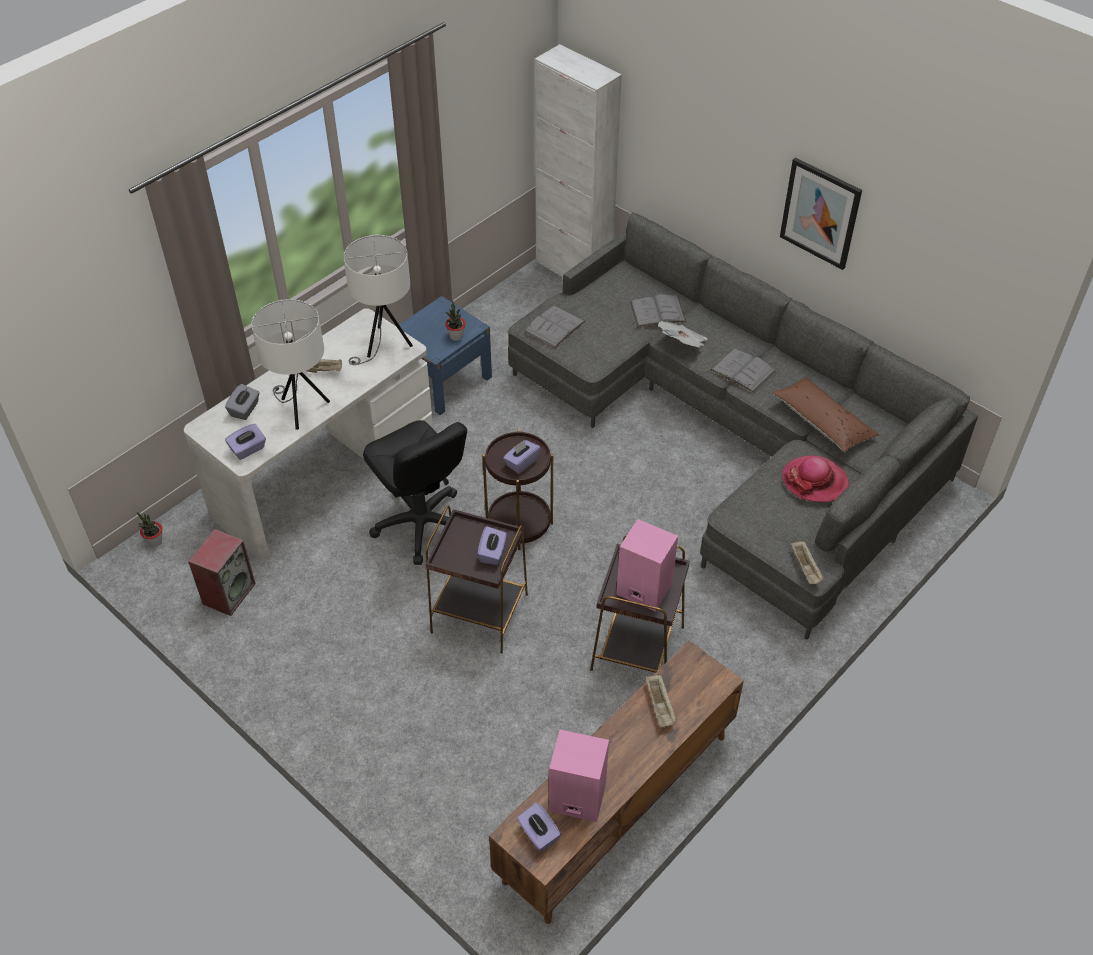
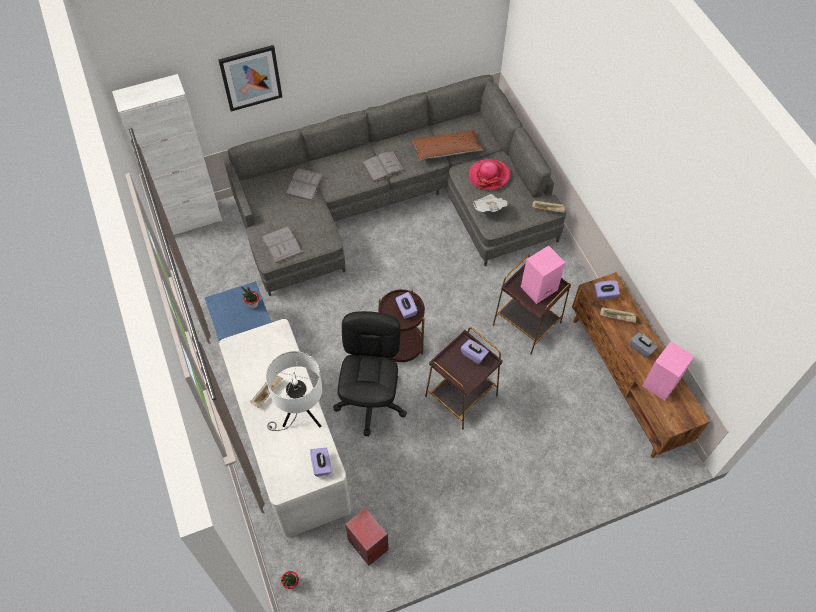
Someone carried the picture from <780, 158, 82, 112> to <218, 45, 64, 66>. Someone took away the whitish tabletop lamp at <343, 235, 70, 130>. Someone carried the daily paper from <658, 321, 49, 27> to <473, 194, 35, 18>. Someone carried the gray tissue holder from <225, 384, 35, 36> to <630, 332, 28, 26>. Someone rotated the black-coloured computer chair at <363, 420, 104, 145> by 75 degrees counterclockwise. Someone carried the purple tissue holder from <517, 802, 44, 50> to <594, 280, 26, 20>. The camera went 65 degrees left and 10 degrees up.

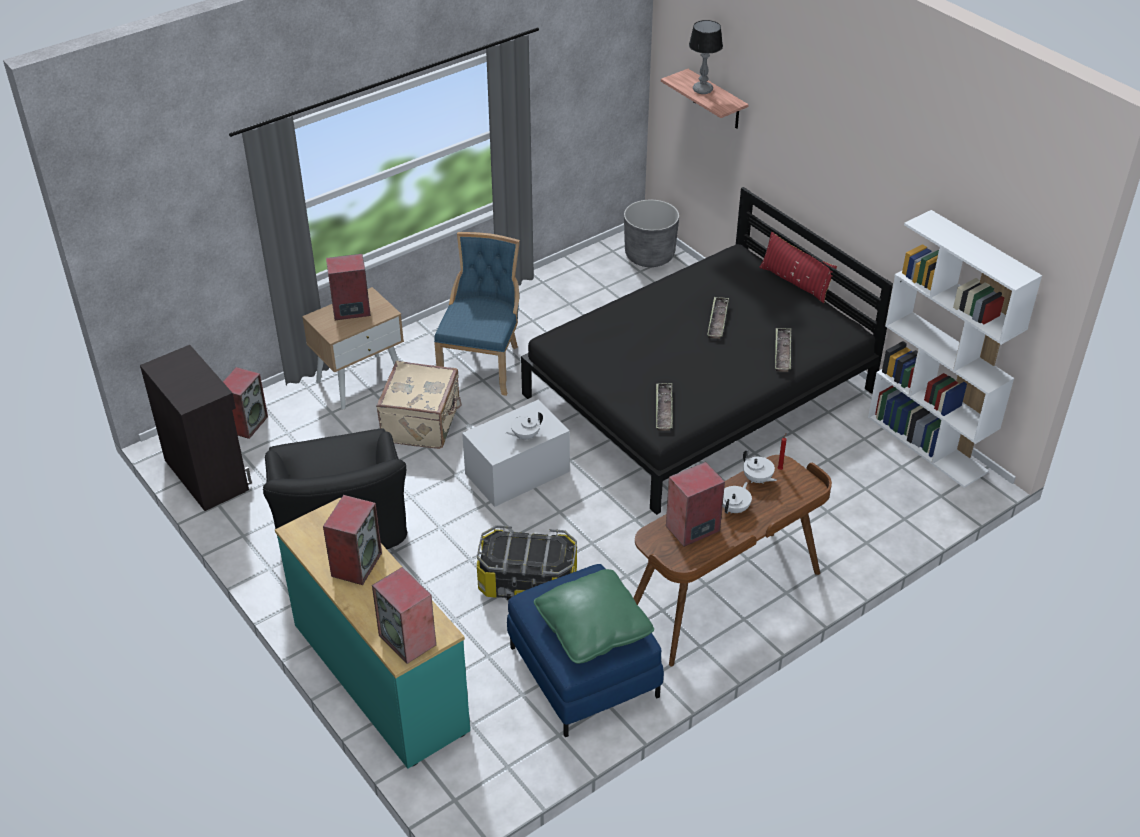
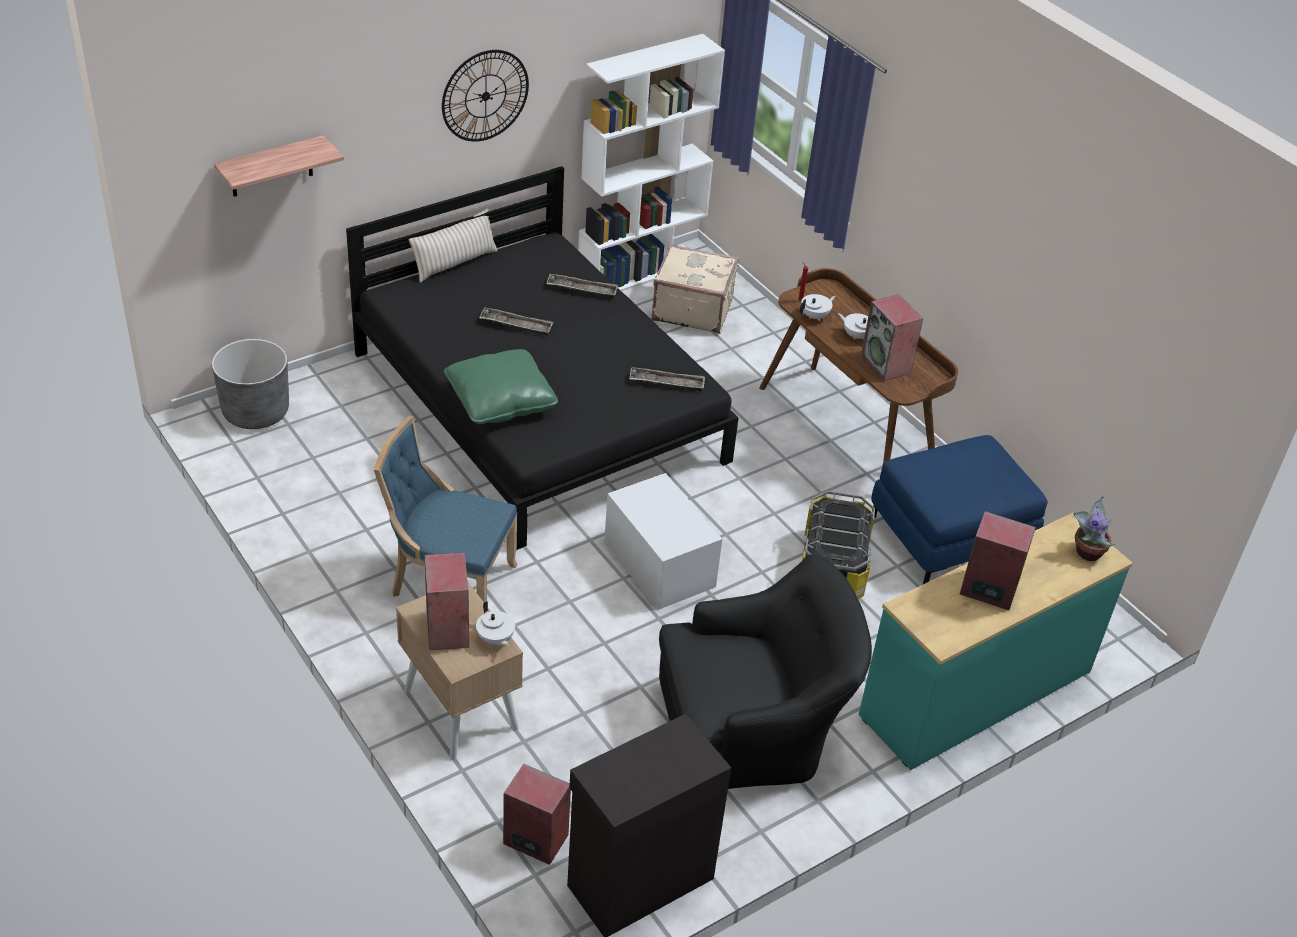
Someone took away the tabletop lamp at <689, 20, 34, 74>. Someone repainted the red-coloured pillow at <759, 232, 78, 71>, which became the beige pillow at <409, 208, 89, 75>. Someone carried the beige suitcase from <376, 361, 86, 88> to <652, 244, 87, 90>. Someone carried the whitish tea pot from <506, 412, 37, 28> to <476, 601, 39, 45>. Someone swapped the audio speaker at <372, 567, 64, 97> for the houseplant at <1073, 496, 42, 65>. Someone carried the green pillow from <534, 569, 120, 95> to <444, 349, 114, 75>. Someone put up the wall clock at <442, 50, 87, 91>. The camera went 90 degrees left and 0 degrees up.

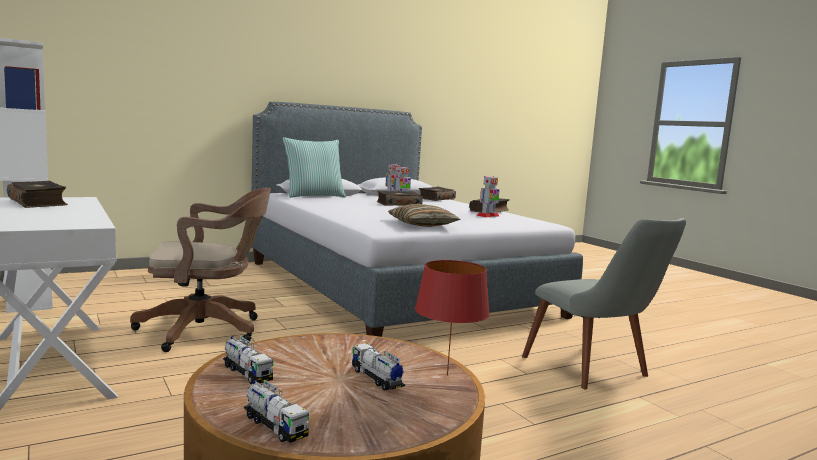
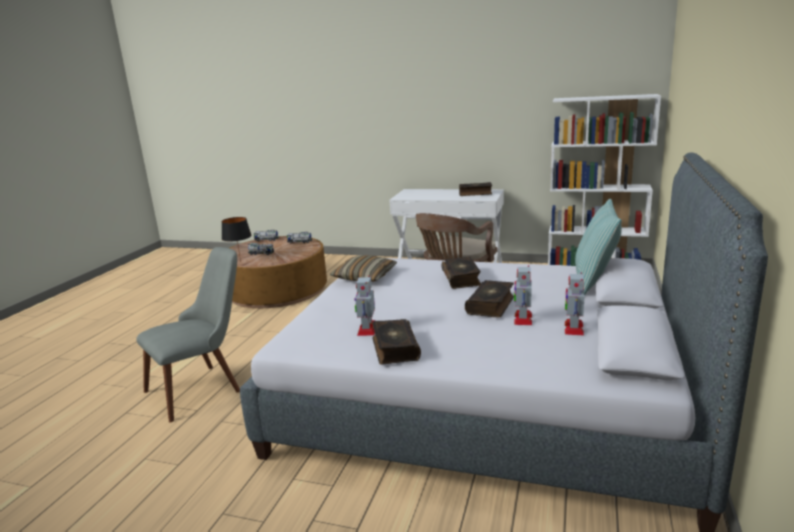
Someone carried the book from <419, 187, 37, 14> to <442, 257, 39, 32>. Someone rotated the gray plain chair at <522, 218, 164, 171> by 120 degrees clockwise. Someone repainted the red-coloured tabletop lamp at <415, 260, 75, 115>, which became the black-coloured tabletop lamp at <222, 217, 30, 45>. The camera went 140 degrees right and 10 degrees up.

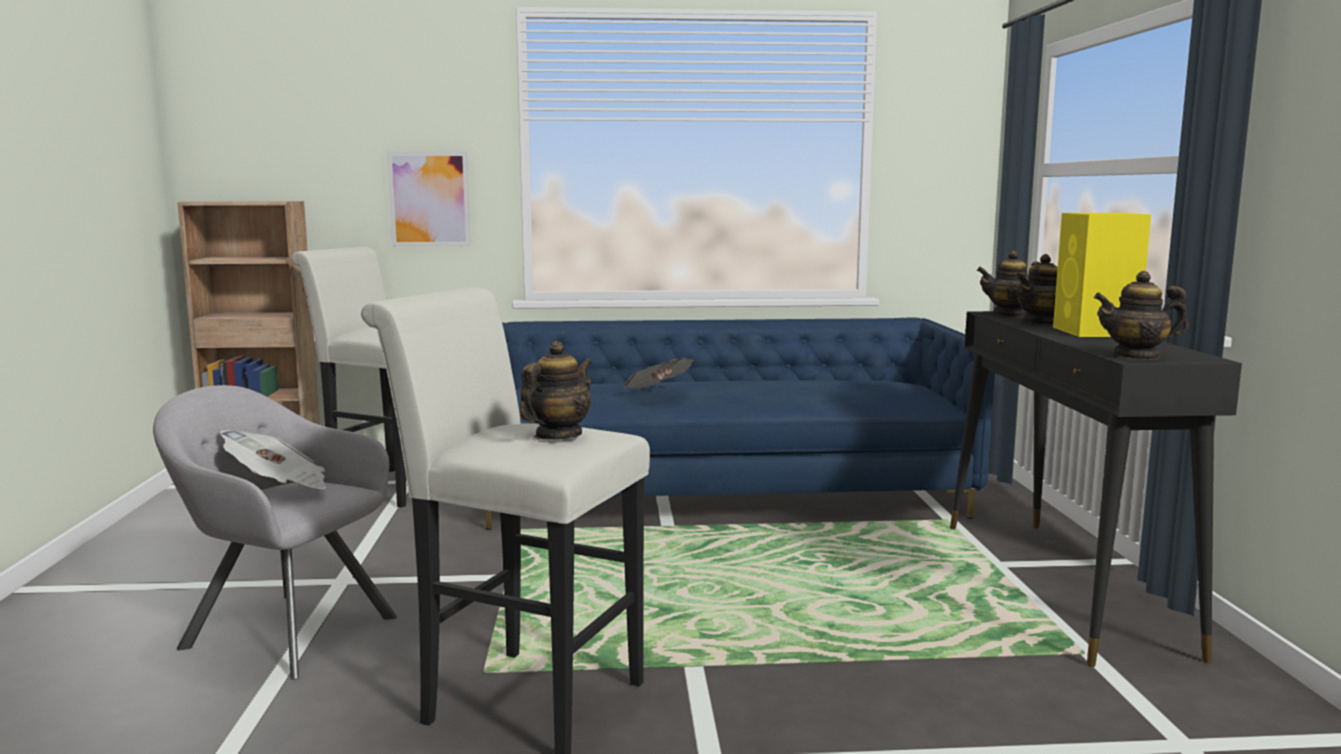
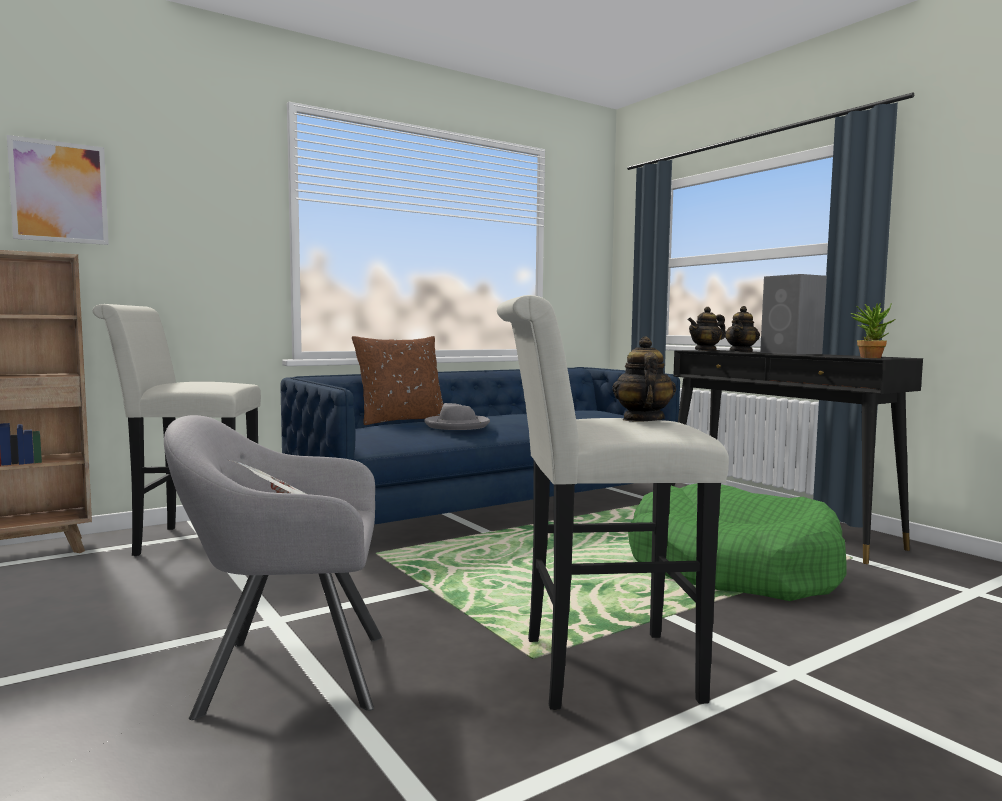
Someone carried the picture from <387, 152, 84, 94> to <7, 135, 102, 110>. Someone repainted the yellowish audio speaker at <1053, 213, 98, 124>, which became the gray audio speaker at <760, 274, 67, 81>. Someone swapped the tea pot at <1094, 271, 95, 89> for the houseplant at <851, 303, 44, 55>. Someone swapped the daily paper at <622, 357, 72, 31> for the gray hat at <424, 403, 66, 27>. Someone put down the brown pillow at <352, 336, 91, 89>. Someone put down the green pet bed at <628, 484, 219, 117>. The camera went 30 degrees left and 5 degrees down.

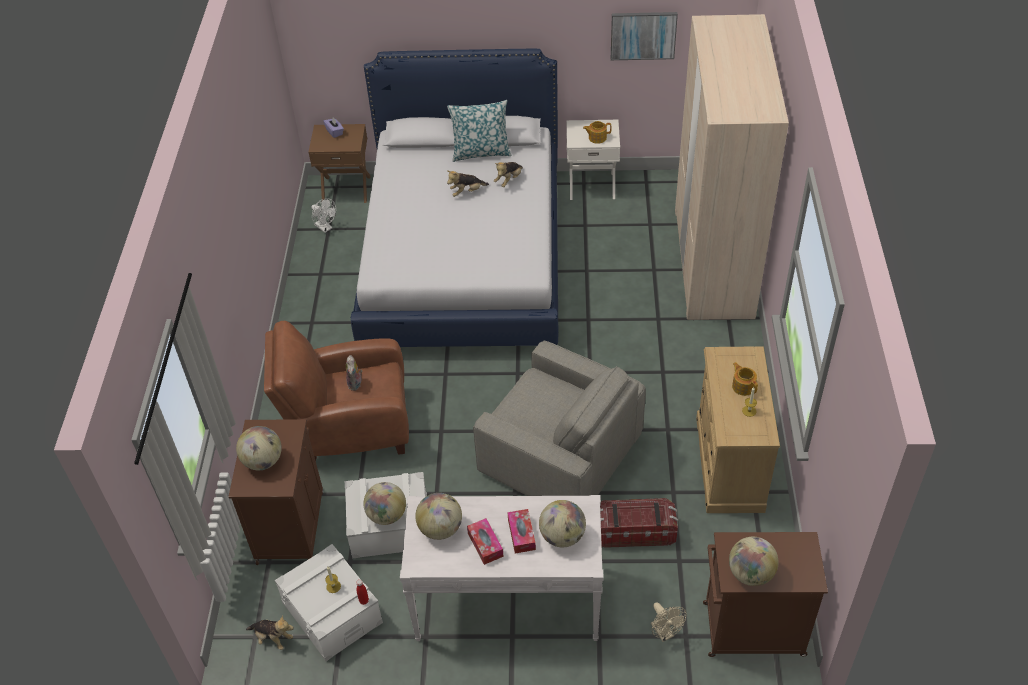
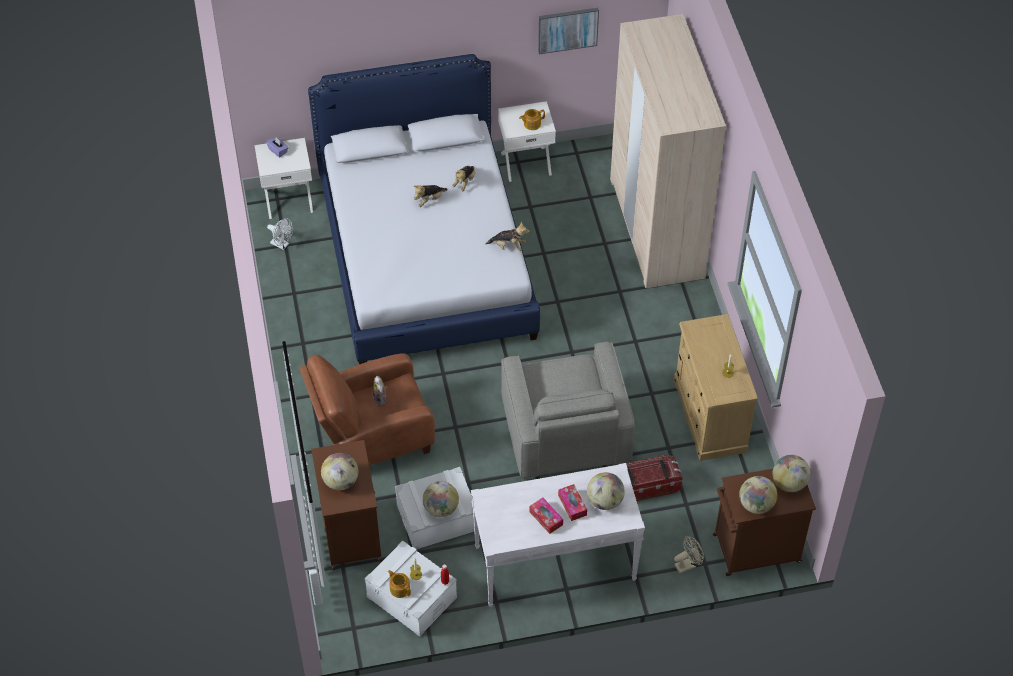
Someone took away the pillow at <447, 100, 64, 62>. Someone repainted the brown night table at <308, 124, 63, 79>, which became the whitish night table at <255, 138, 58, 81>. Someone rotated the gray armchair at <473, 341, 173, 155> by 60 degrees clockwise. Someone carried the tea pot from <732, 362, 26, 34> to <387, 570, 24, 28>. Someone carried the desk globe from <415, 493, 47, 47> to <773, 455, 37, 37>. Someone rotated the beige cooling fan at <651, 602, 36, 40> by 75 degrees counterclockwise. Someone carried the soft toy from <246, 615, 48, 35> to <486, 222, 44, 29>. The camera went 15 degrees left and 5 degrees up.

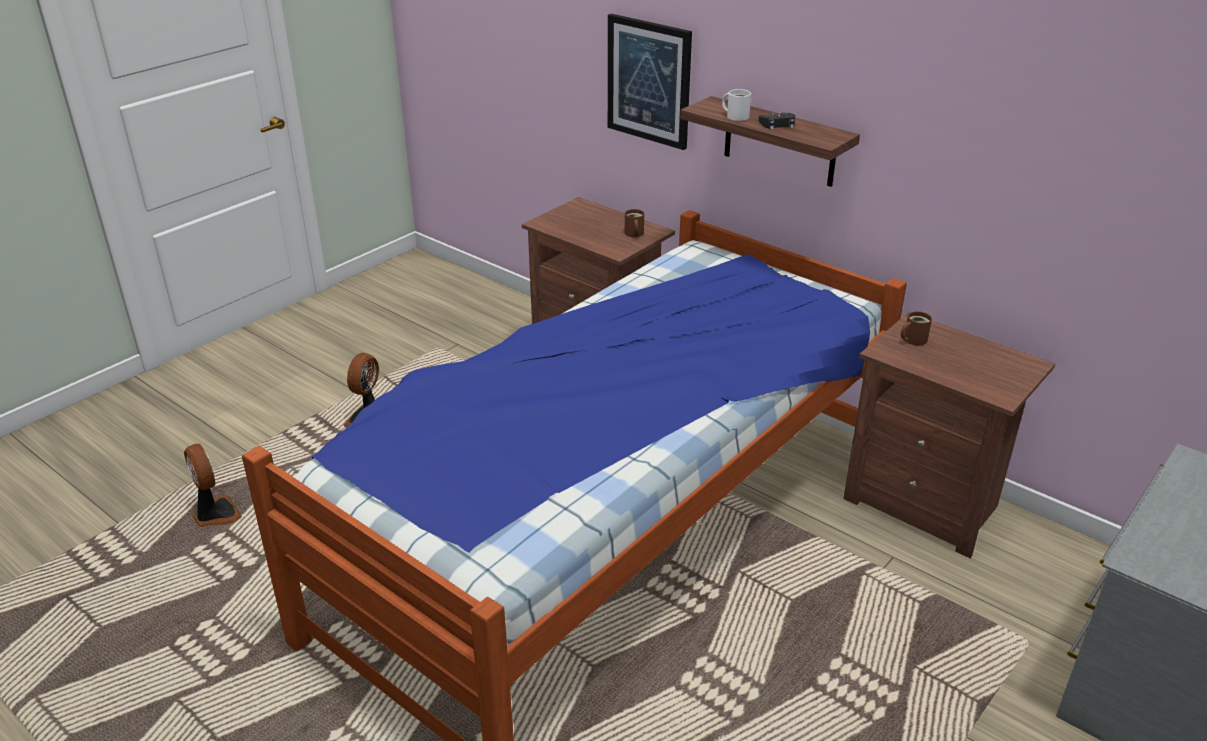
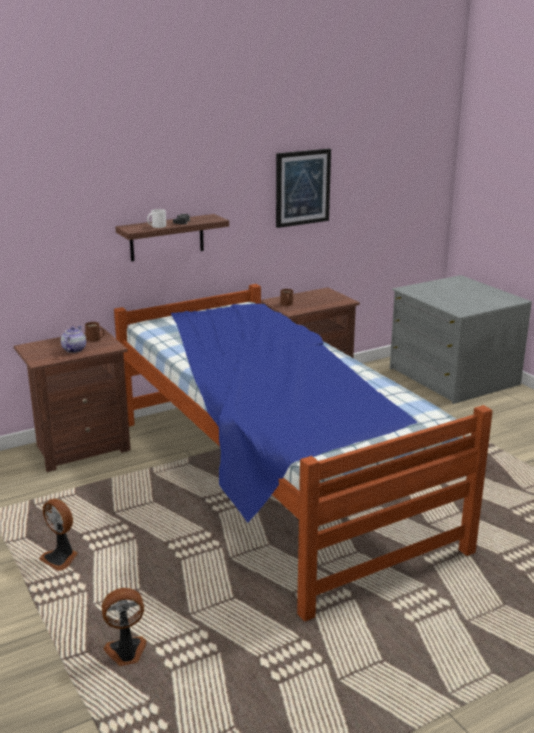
Someone carried the picture from <608, 14, 84, 136> to <276, 149, 55, 79>. Someone put down the tea pot at <61, 326, 25, 27>. The camera went 70 degrees left and 10 degrees down.

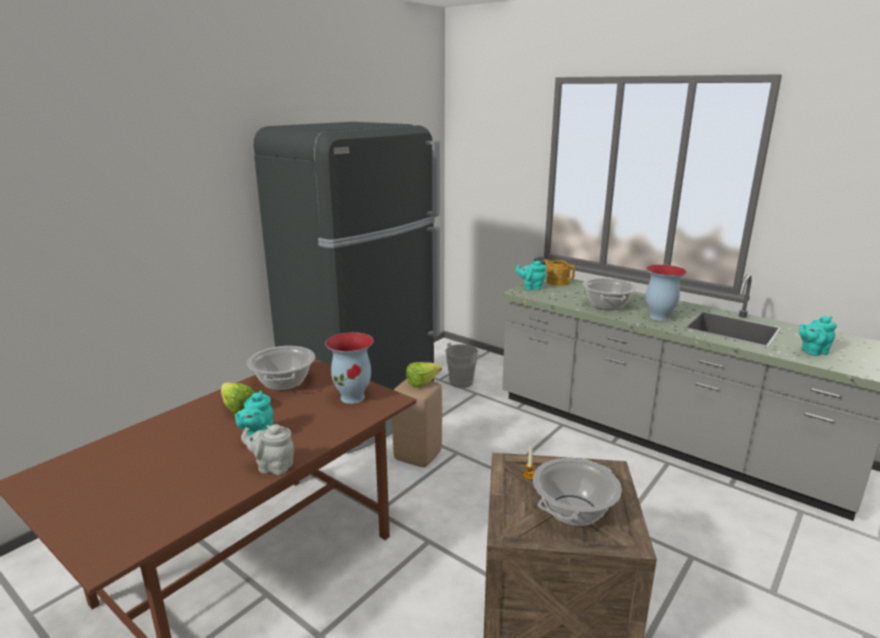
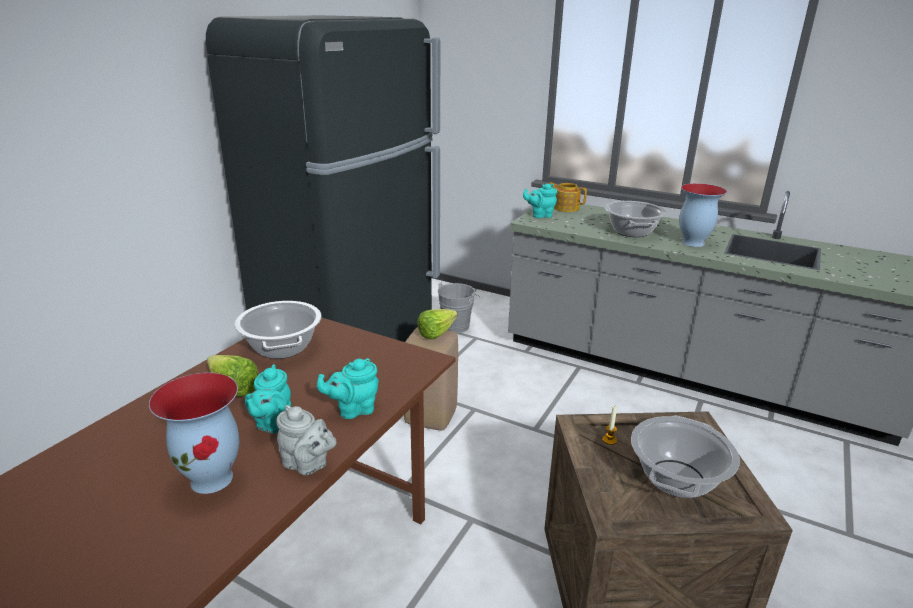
Someone carried the blue-green tea pot from <799, 316, 38, 40> to <317, 358, 62, 61>. Someone carried the vase from <325, 332, 49, 72> to <149, 373, 90, 121>. Someone rotated the gray tea pot at <241, 424, 53, 51> by 150 degrees counterclockwise. The camera went 10 degrees left and 5 degrees up.

